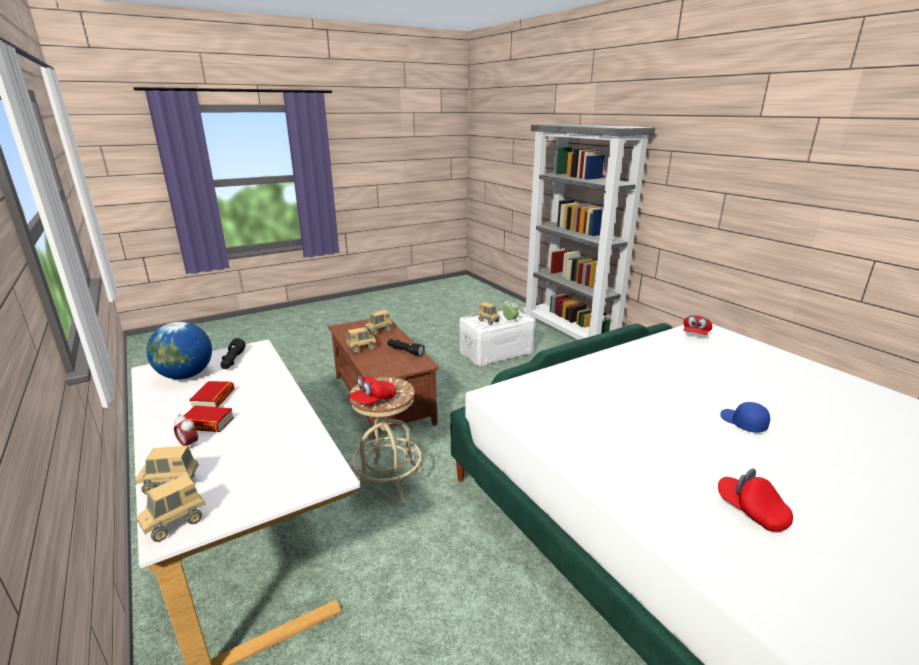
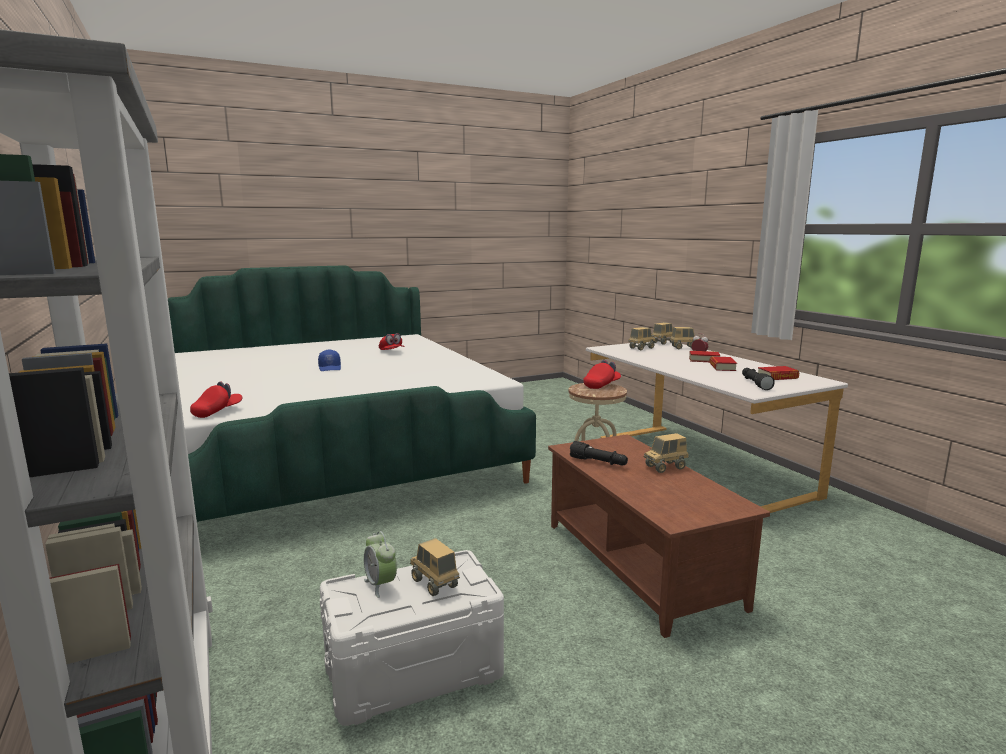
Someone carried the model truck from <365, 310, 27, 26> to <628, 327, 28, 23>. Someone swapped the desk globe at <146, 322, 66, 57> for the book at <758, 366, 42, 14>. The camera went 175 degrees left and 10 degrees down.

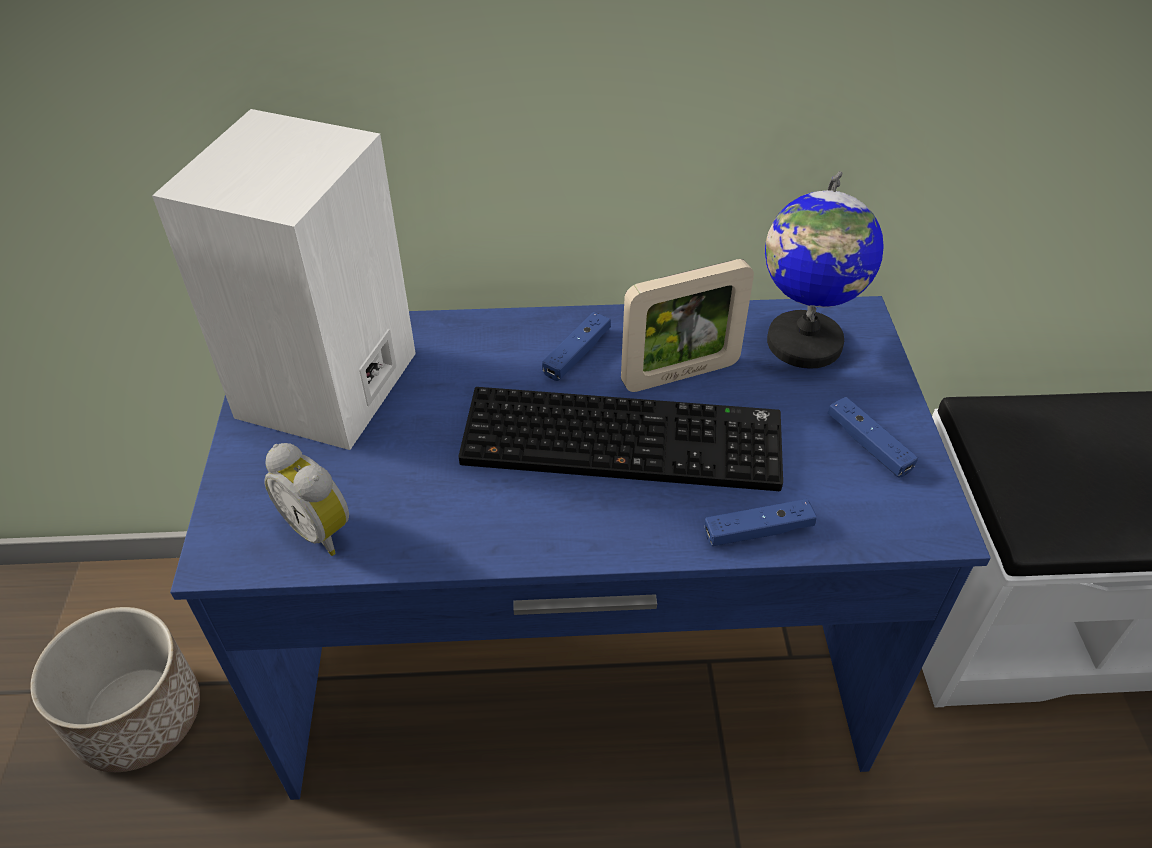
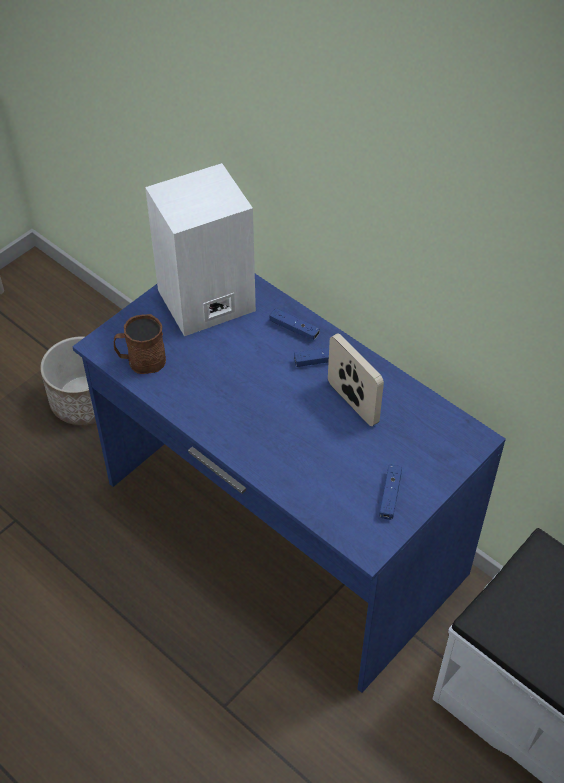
Someone took away the desk globe at <765, 171, 119, 198>. Someone rotated the standing frame at <621, 259, 133, 133> by 150 degrees counterclockwise. Someone took away the computer keyboard at <458, 387, 325, 104>. Someone swapped the alarm clock at <264, 443, 85, 113> for the brown coffee mug at <114, 314, 52, 60>. Someone carried the bluish gamepad from <705, 499, 112, 47> to <270, 308, 50, 32>. The camera went 45 degrees right and 5 degrees up.

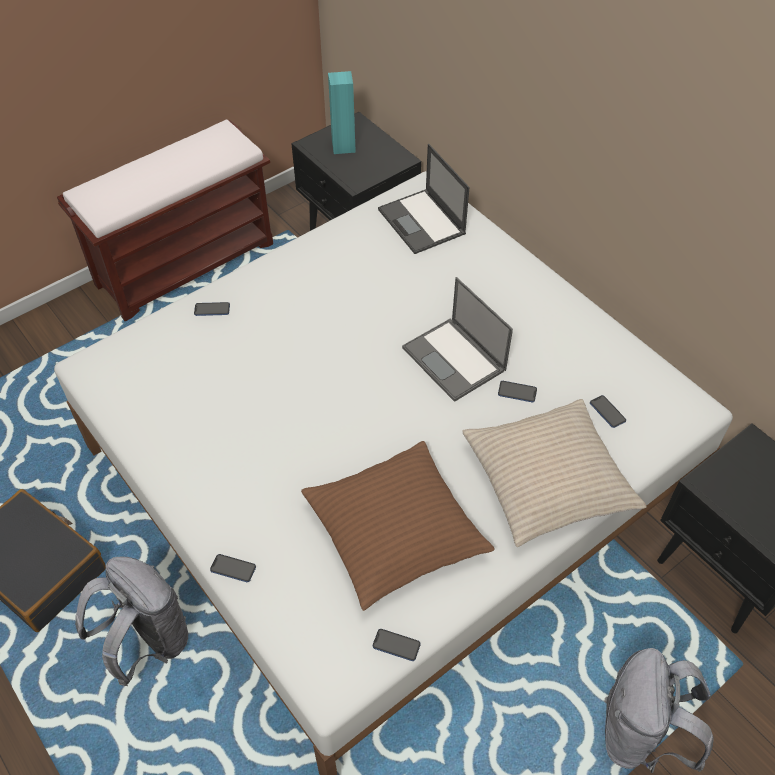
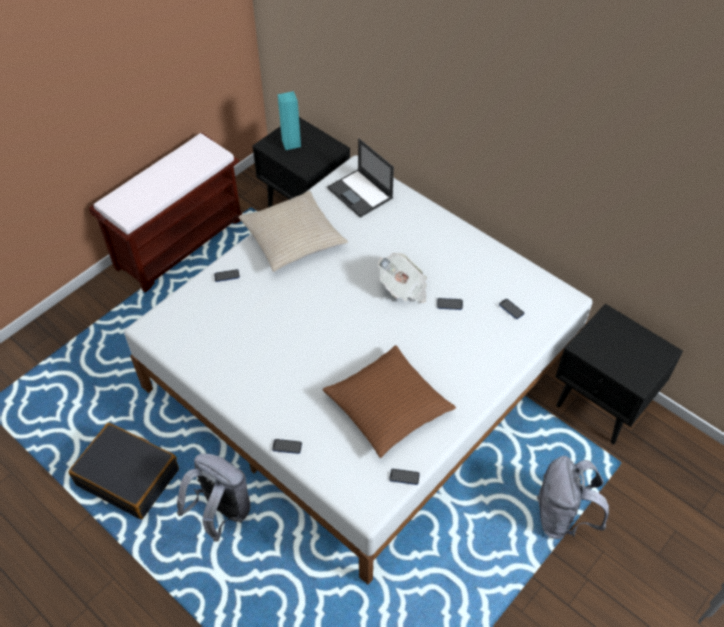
Someone swapped the portable computer at <402, 277, 111, 125> for the daily paper at <378, 253, 49, 50>. Someone carried the beige pillow from <462, 399, 185, 148> to <238, 191, 110, 81>. The camera went 10 degrees left and 0 degrees up.

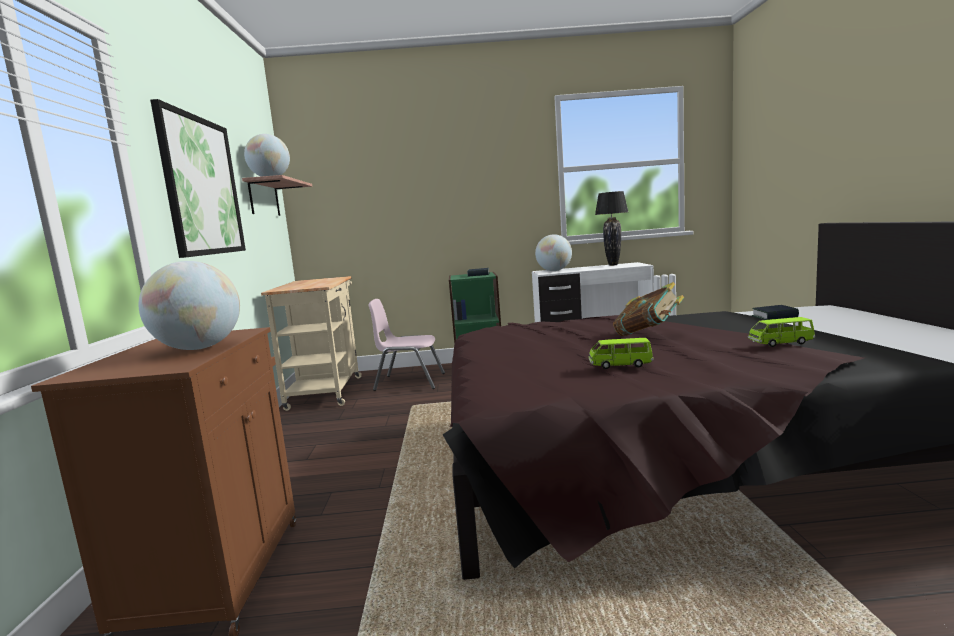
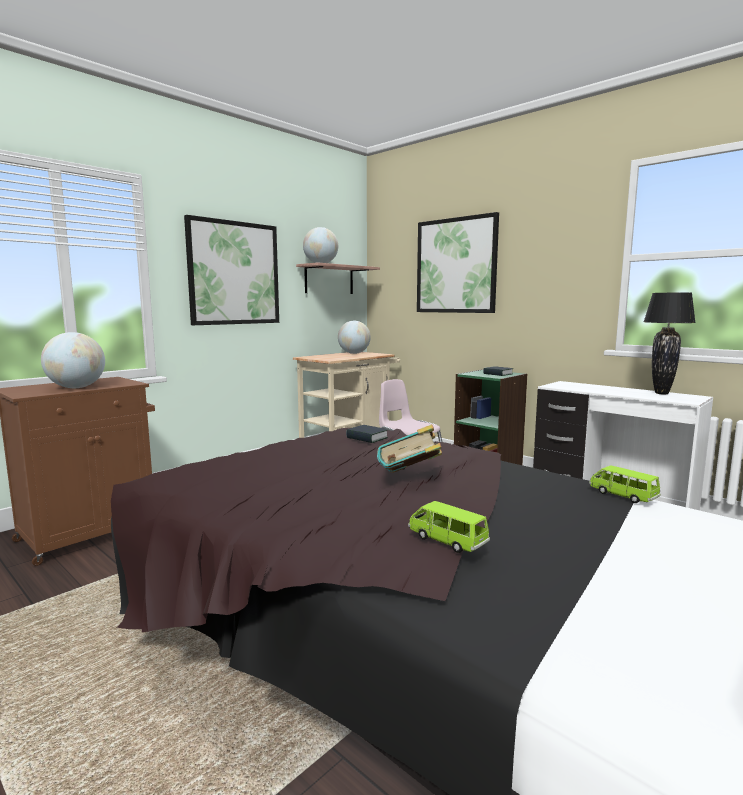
Someone carried the desk globe from <535, 234, 37, 37> to <338, 321, 33, 33>. Someone carried the book from <751, 305, 48, 15> to <346, 425, 42, 18>. Someone carried the green model car from <588, 338, 66, 31> to <589, 465, 72, 38>. Someone put up the picture at <417, 212, 82, 101>. The camera went 45 degrees right and 0 degrees up.

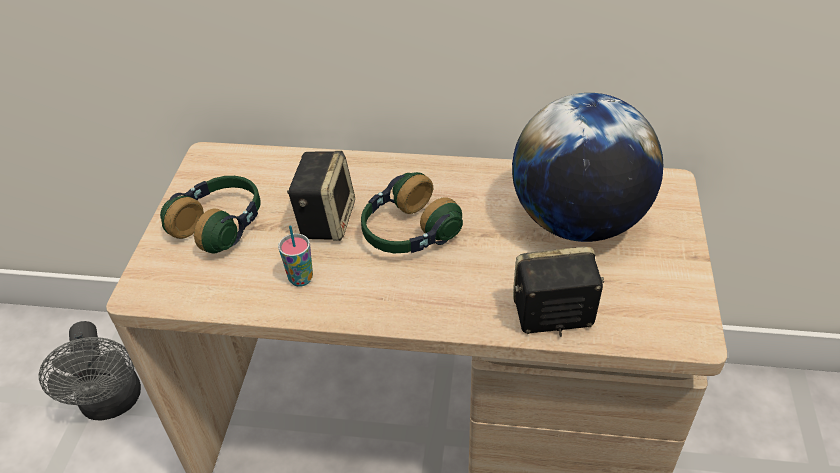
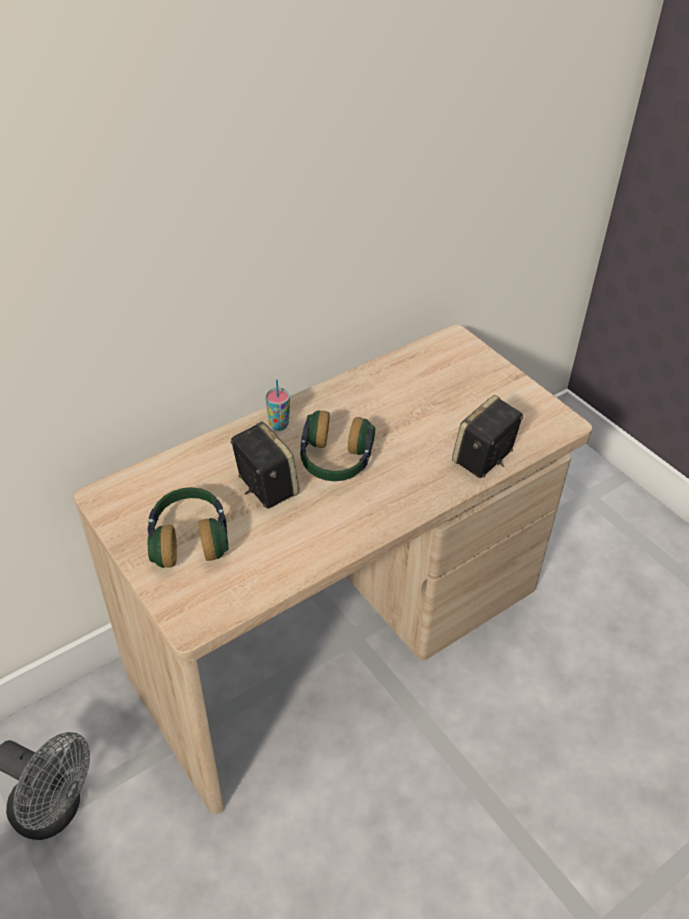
Someone took away the desk globe at <512, 93, 151, 149>. Someone carried the small cup from <278, 225, 35, 62> to <265, 379, 25, 52>. The camera went 45 degrees left and 0 degrees up.

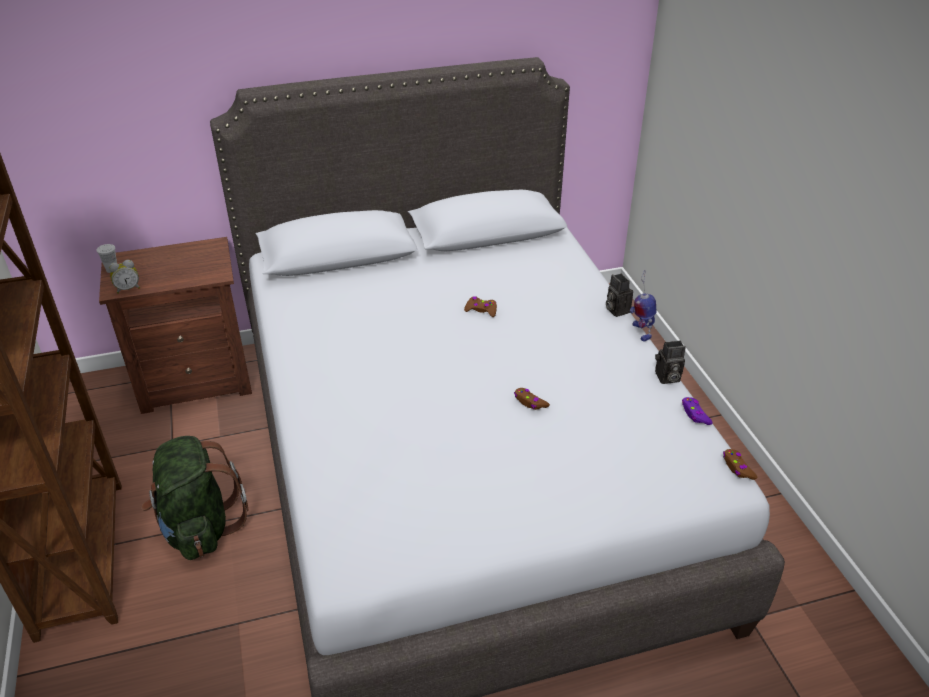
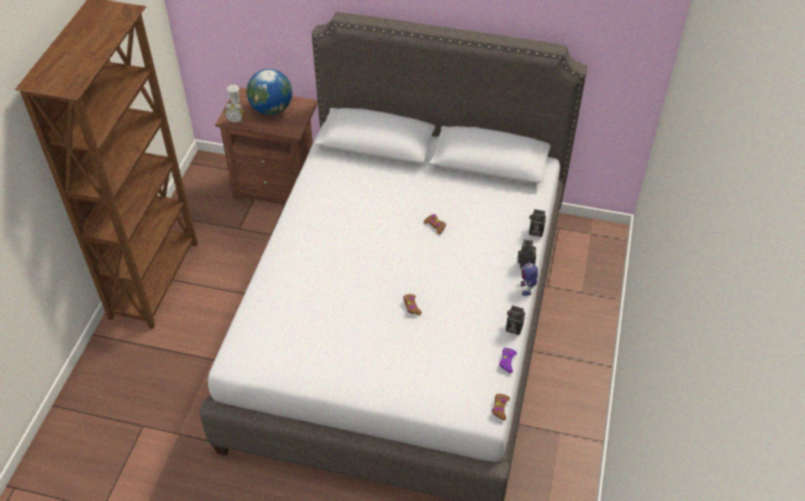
Someone took away the green rucksack at <141, 436, 108, 124>. Someone put down the desk globe at <247, 69, 45, 46>. Someone put down the still camera at <529, 209, 17, 28>. The camera went 30 degrees right and 10 degrees up.

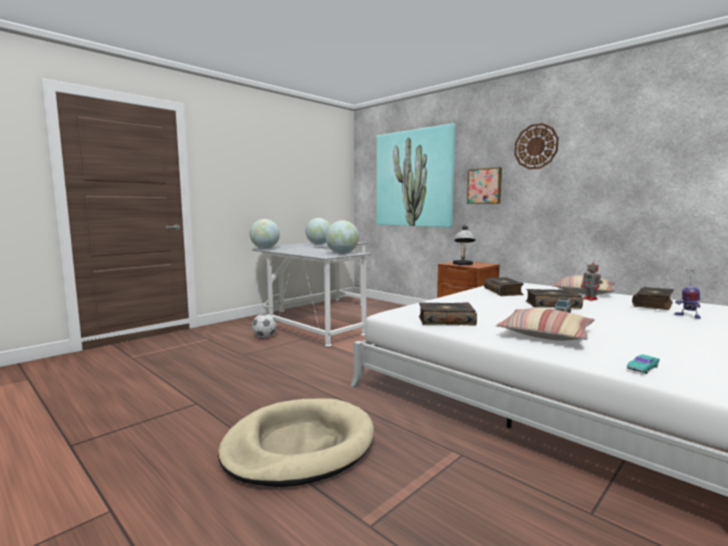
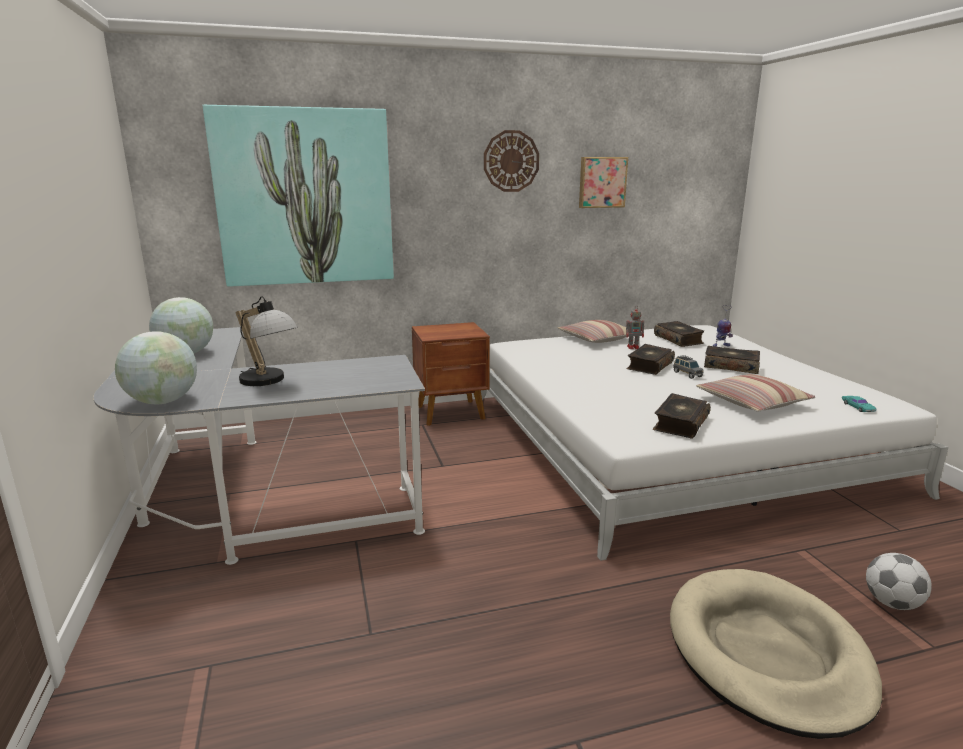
Someone carried the picture from <467, 167, 35, 37> to <579, 157, 49, 51>. Someone took away the desk globe at <326, 220, 33, 34>. Someone carried the tabletop lamp from <453, 225, 23, 40> to <236, 296, 62, 90>. Someone carried the book from <484, 277, 40, 19> to <704, 346, 56, 28>. Someone carried the football from <252, 314, 25, 24> to <866, 553, 66, 57>. The camera went 60 degrees left and 10 degrees up.

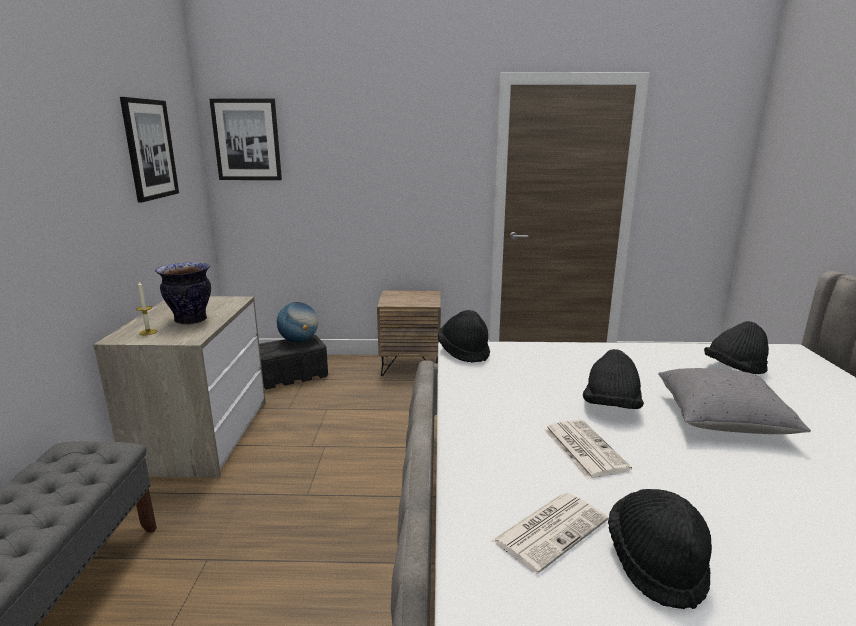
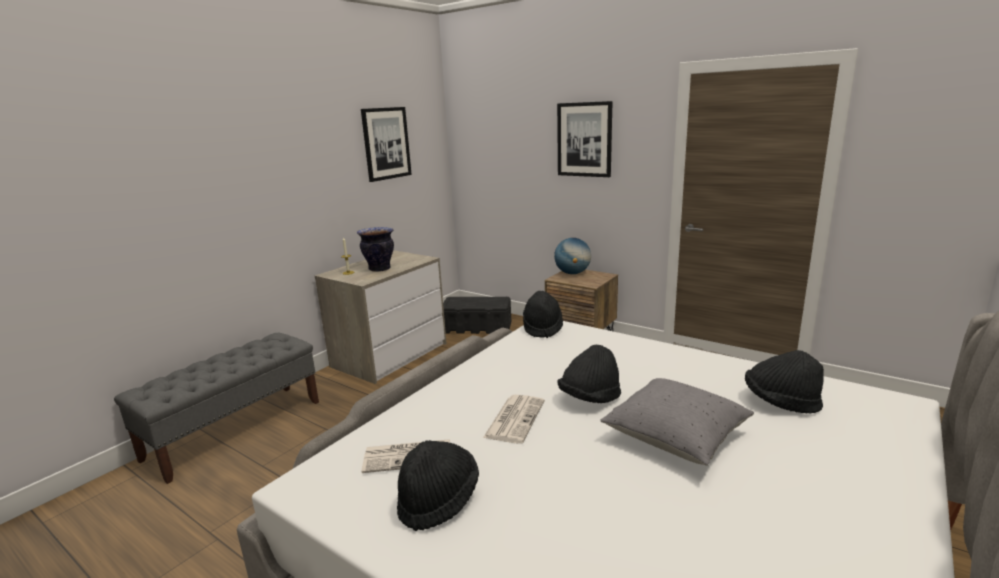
Someone carried the picture from <209, 99, 73, 81> to <557, 101, 56, 76>. Someone carried the desk globe from <277, 302, 41, 41> to <554, 238, 37, 36>. The camera went 35 degrees right and 0 degrees up.

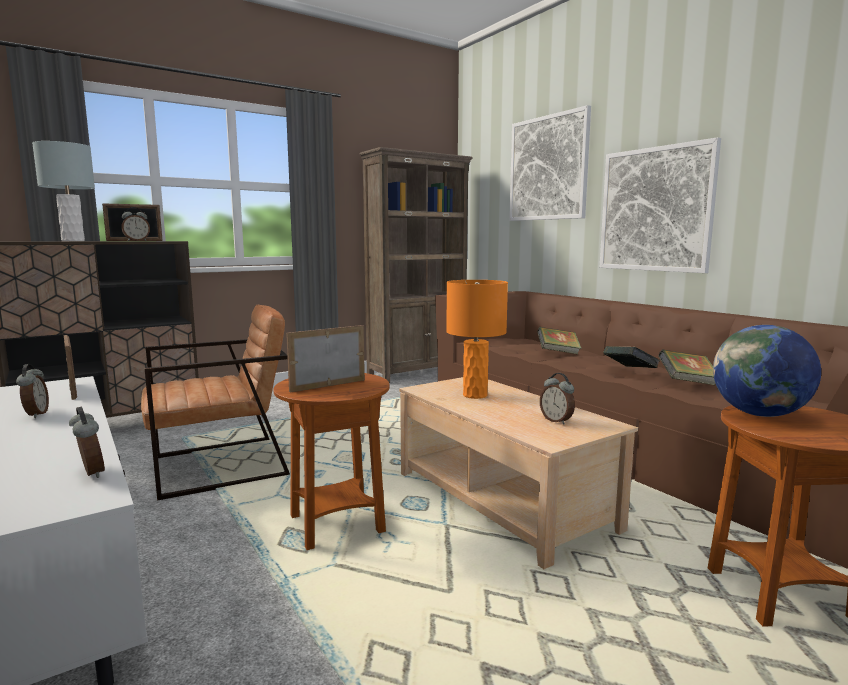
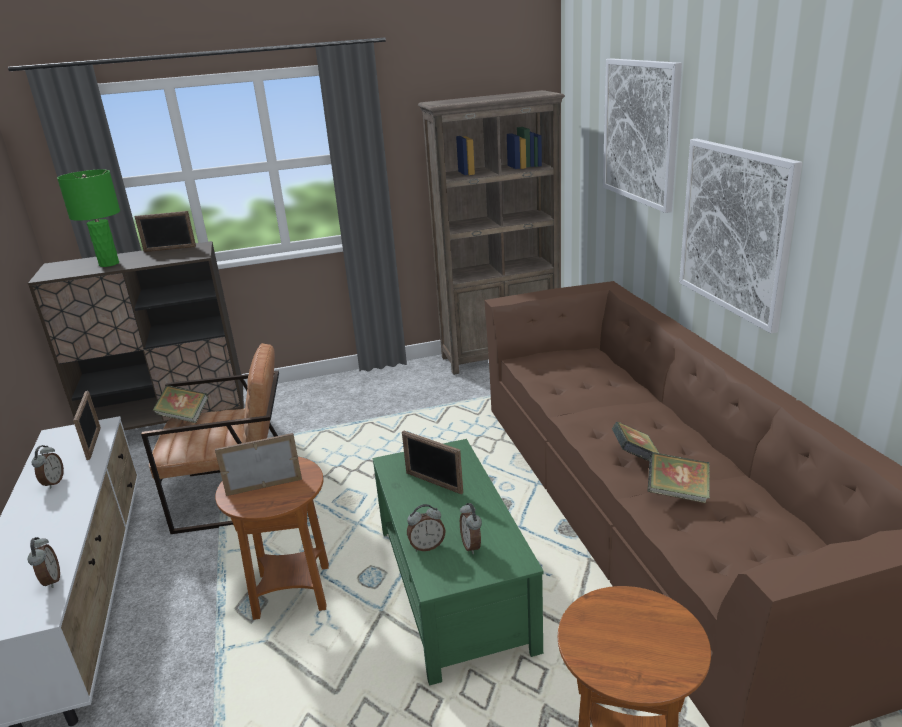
Someone repainted the gray tabletop lamp at <32, 141, 63, 100>, which became the green tabletop lamp at <57, 169, 63, 98>. Someone carried the alarm clock from <121, 207, 29, 34> to <407, 504, 38, 47>. Someone swapped the orangey tabletop lamp at <446, 280, 62, 119> for the standing frame at <402, 430, 61, 65>. Someone took away the desk globe at <713, 325, 108, 92>. Someone carried the book from <537, 327, 44, 27> to <153, 385, 55, 38>. Someone repainted the beige coffee table at <399, 377, 239, 192>, which became the green coffee table at <372, 439, 172, 247>. The camera went 20 degrees right and 15 degrees up.

